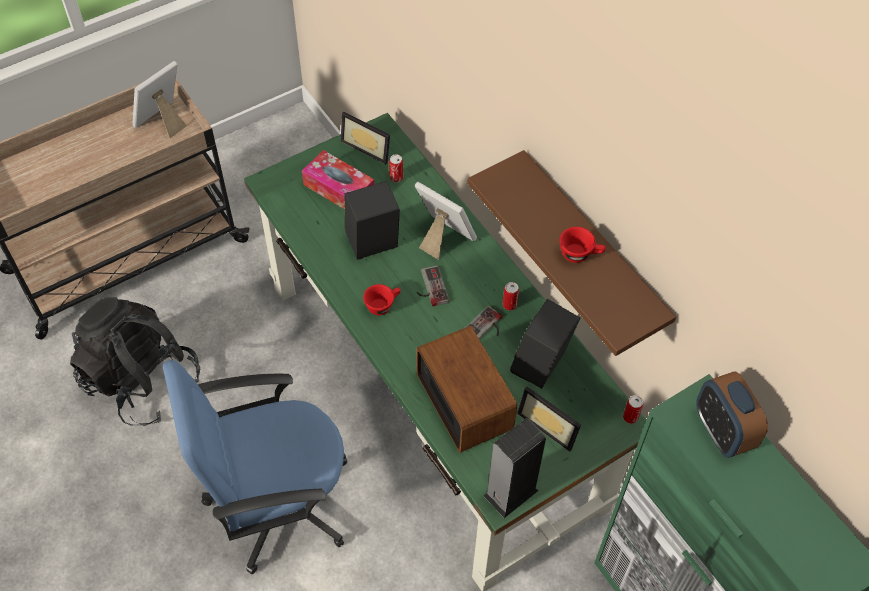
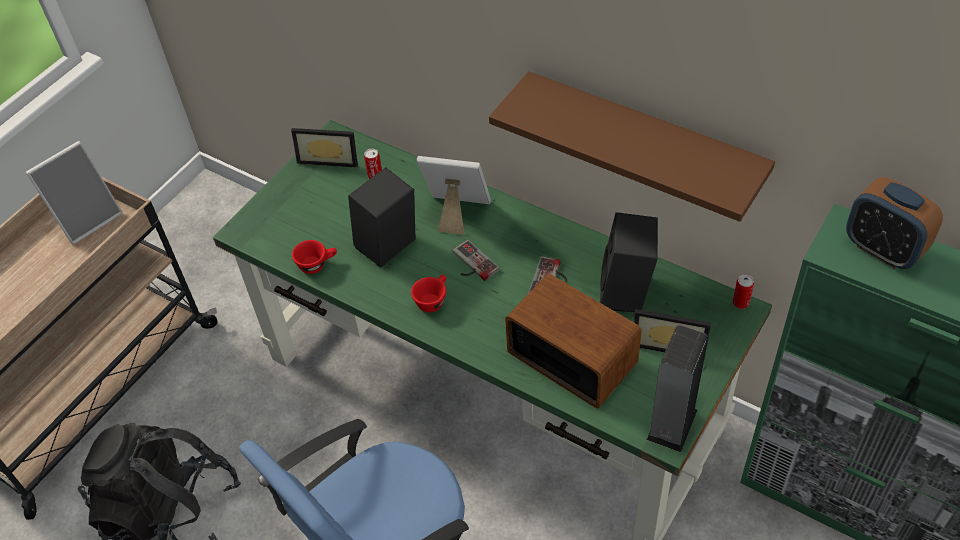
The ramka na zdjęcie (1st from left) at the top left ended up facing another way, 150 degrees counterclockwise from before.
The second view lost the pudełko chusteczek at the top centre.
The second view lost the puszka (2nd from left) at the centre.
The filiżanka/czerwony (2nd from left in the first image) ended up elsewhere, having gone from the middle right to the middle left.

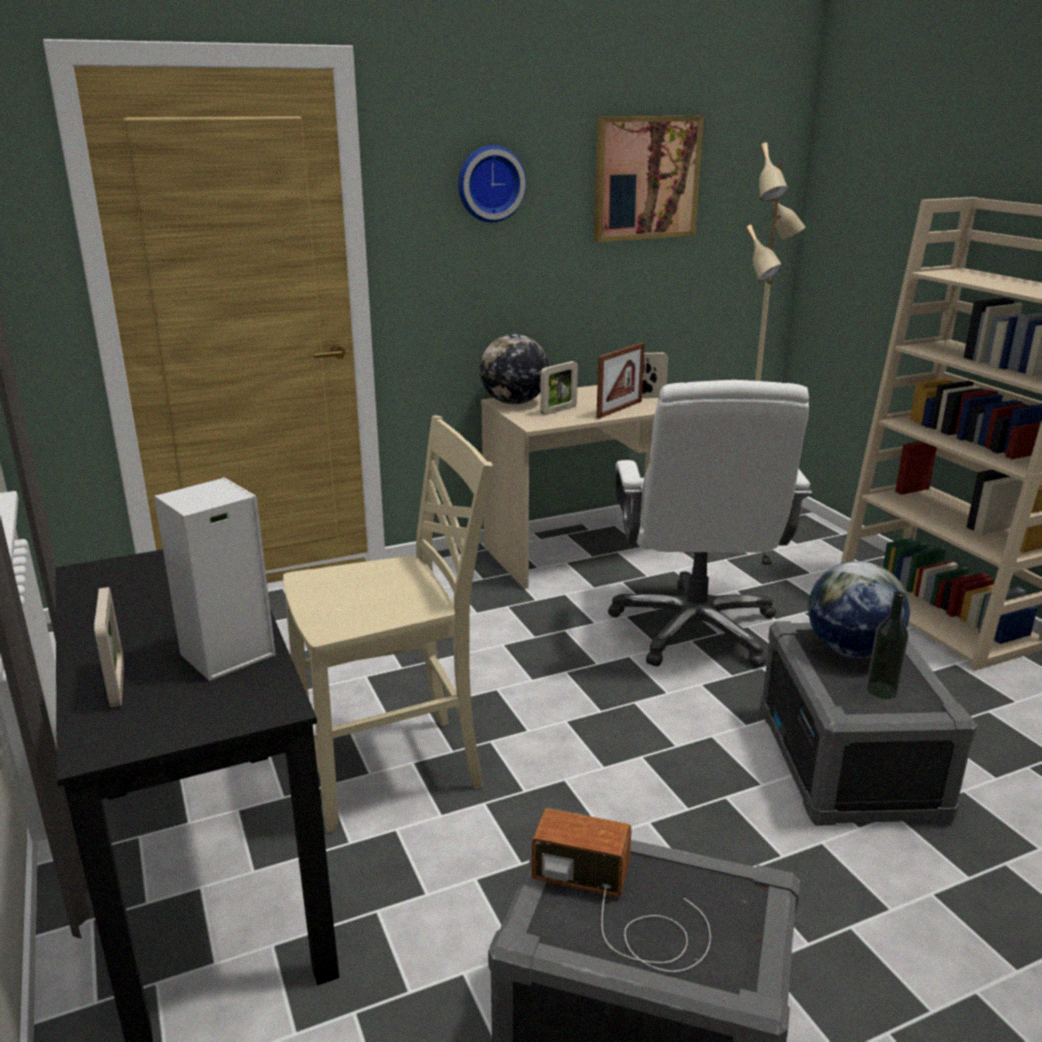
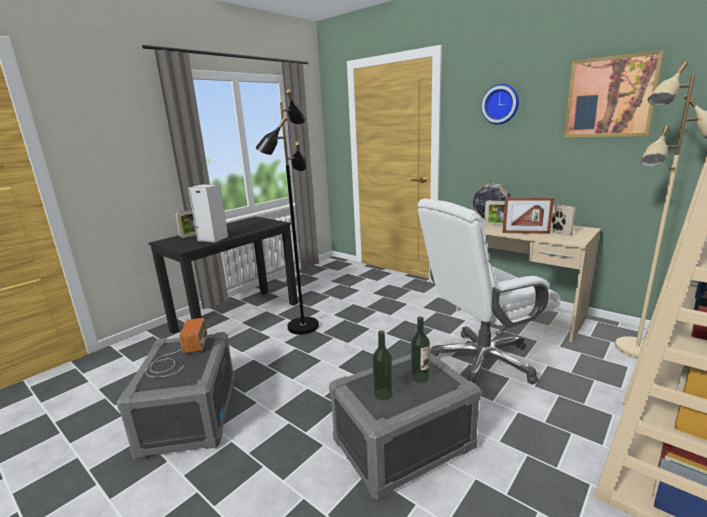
Where the krzesło/beżowy stood at the centre, the lampa stojąca/czarny came to stand at the centre.
Where the globus (2nd from left) stood at the middle right, the butelka (2nd from left) came to stand at the bottom centre.

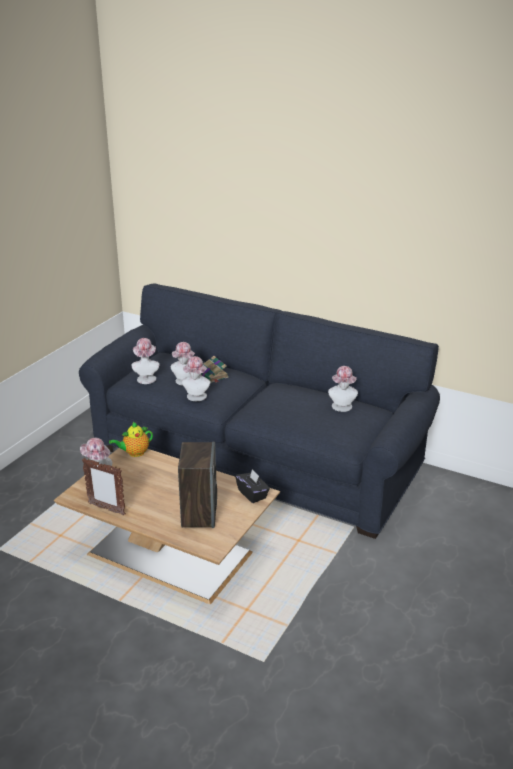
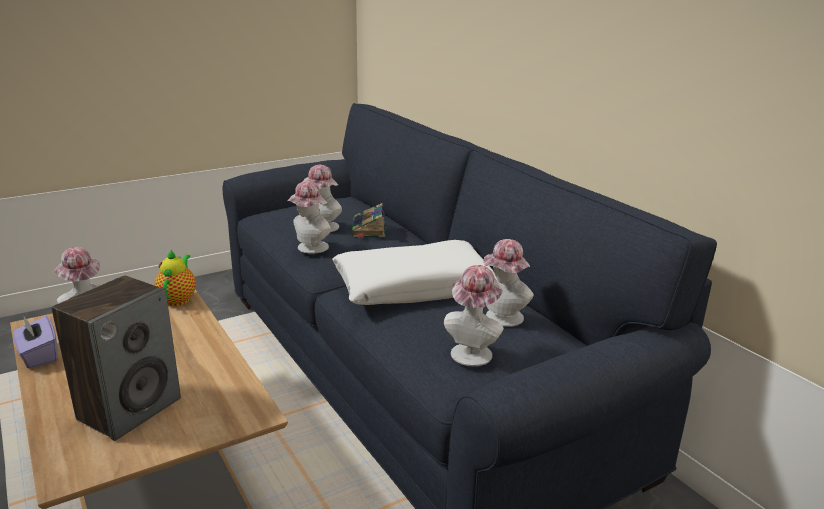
Where the ramka na zdjęcie stood at the middle left, the pudełko chusteczek/fioletowy came to stand at the bottom left.
The imbryk at the middle left ended up facing another way, 90 degrees clockwise from before.
The kapelusz (2nd from left in the first image) ended up elsewhere, having gone from the middle left to the centre.
The second view lost the pudełko chusteczek/czarny at the centre.
The second view gained the poduszka/biały at the centre.

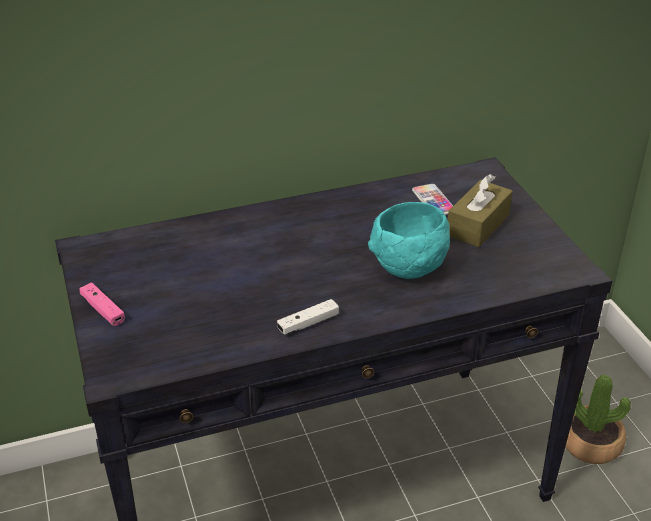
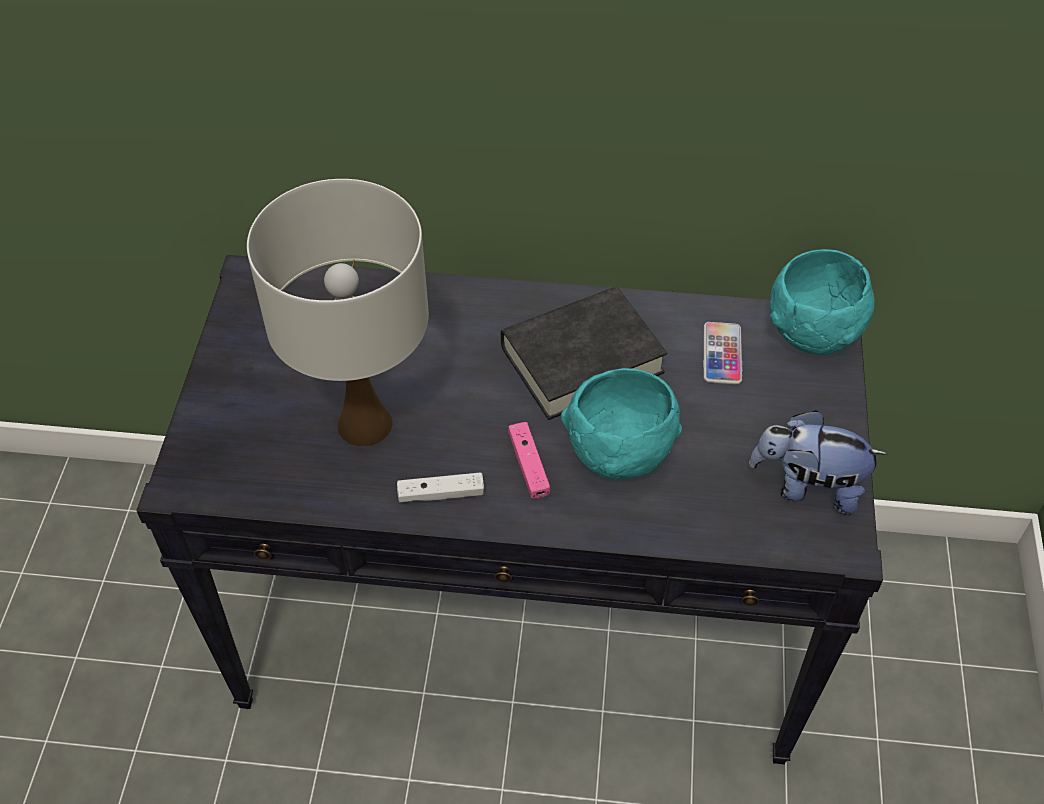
The pad do gier/różowy ended up elsewhere, having gone from the middle left to the centre.
The second view lost the pudełko chusteczek/brązowy at the middle right.
The second view lost the roślina doniczkowa at the bottom right.
The second view gained the lampa stołowa/biały at the middle left.
The second view gained the książka/czarny at the centre.
The second view gained the pluszak at the middle right.
The second view gained the miska/turkusowy (2nd from left) at the middle right.

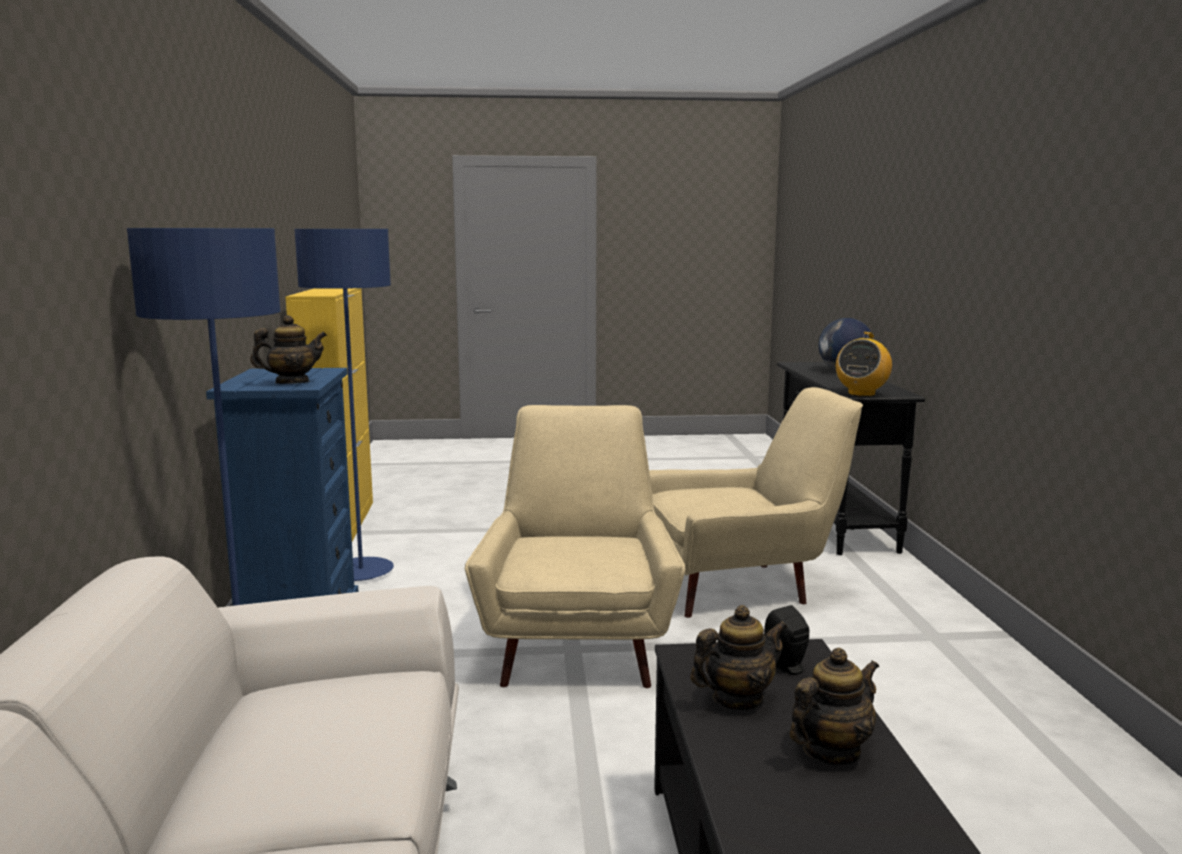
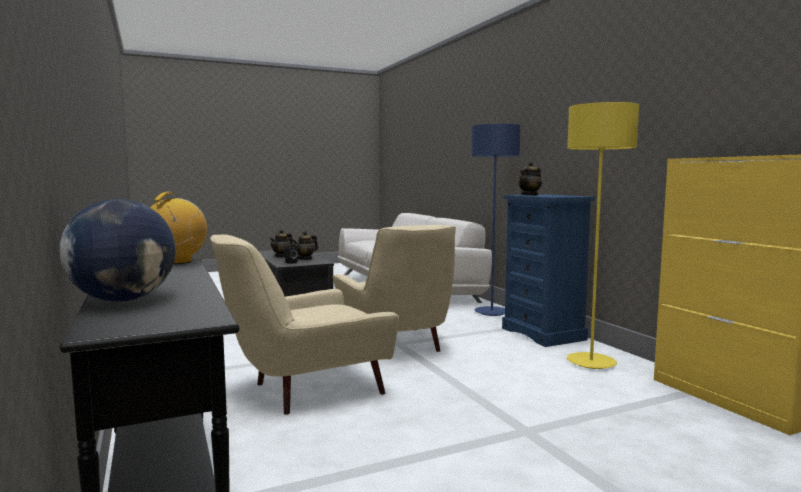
What was the lampa stojąca/niebieski (2nd from left) at the middle left turned into the lampa stojąca/żółty at the middle right.

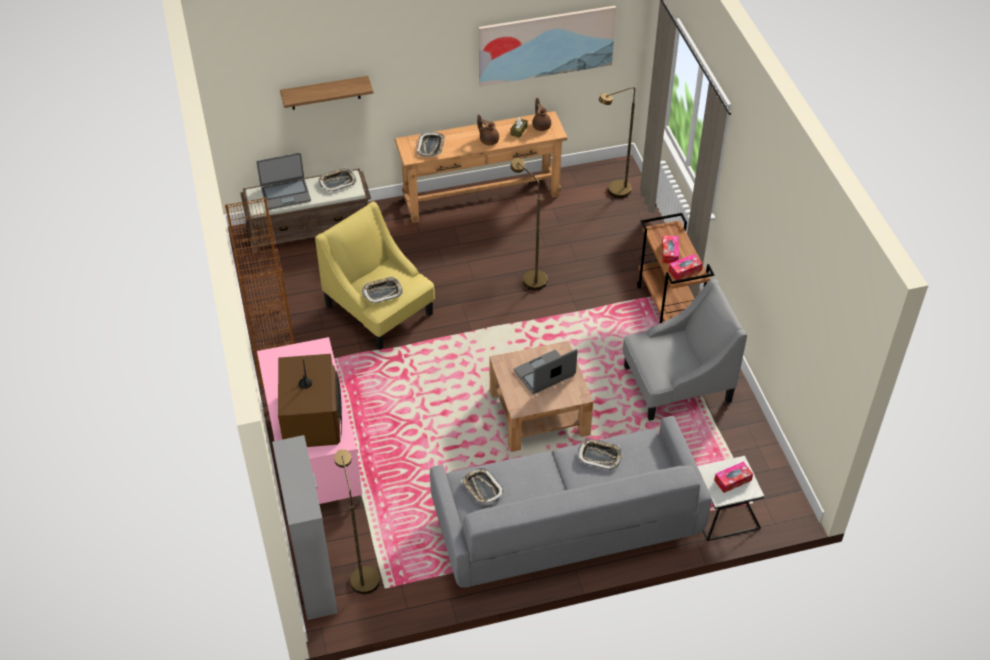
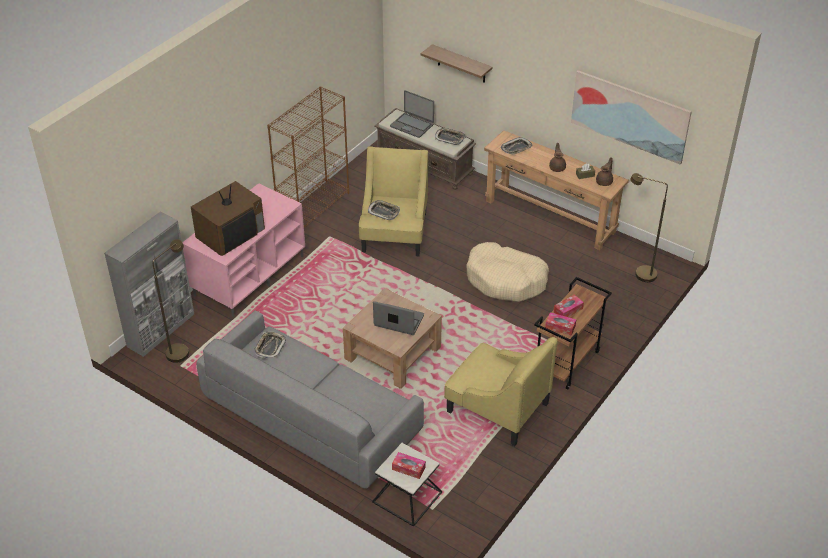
Where the lampa stojąca/brązowy (2nd from left) stood at the centre, the legowisko/beżowy came to stand at the centre.
The second view lost the taca (5th from left) at the bottom centre.
What was the fotel/szary at the middle right turned into the fotel/żółty (2nd from left) at the bottom centre.

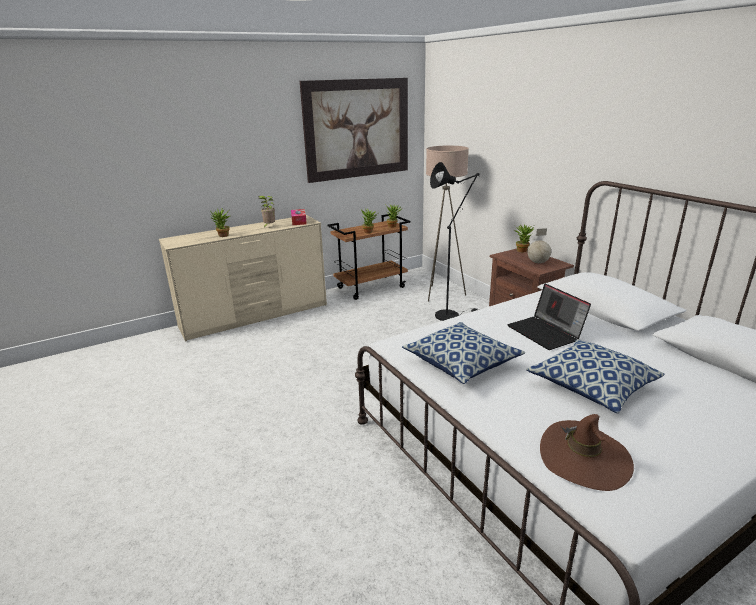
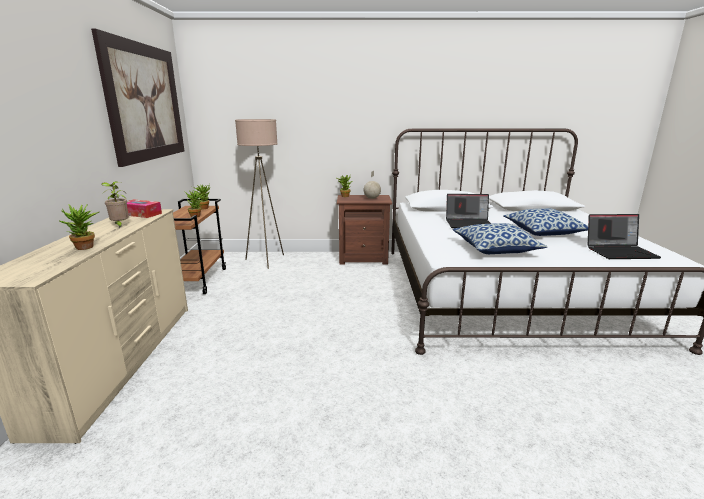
The second view lost the lampa stojąca/czarny at the centre.
Where the kapelusz/brązowy stood at the bottom right, the laptop (2nd from left) came to stand at the middle right.

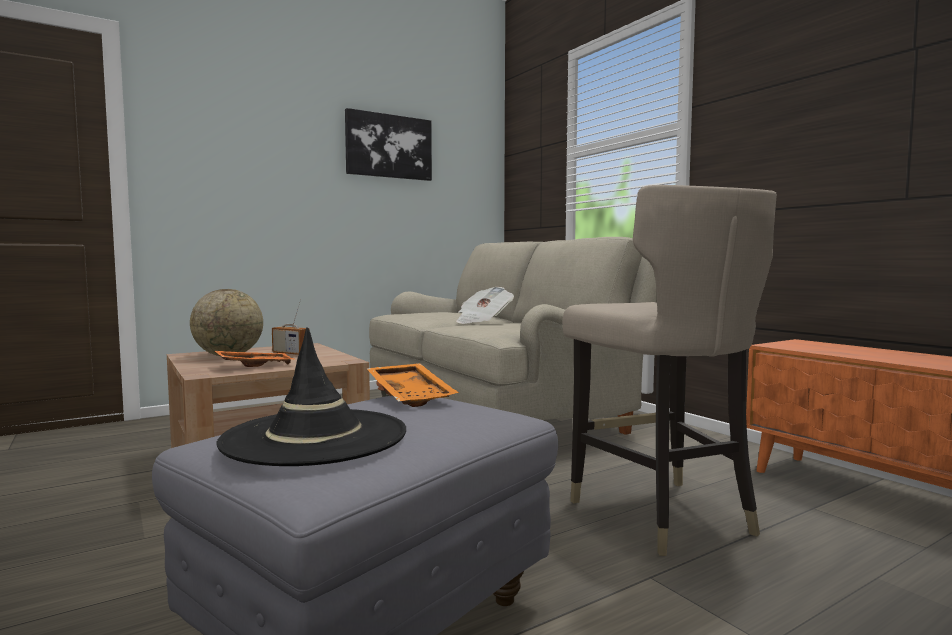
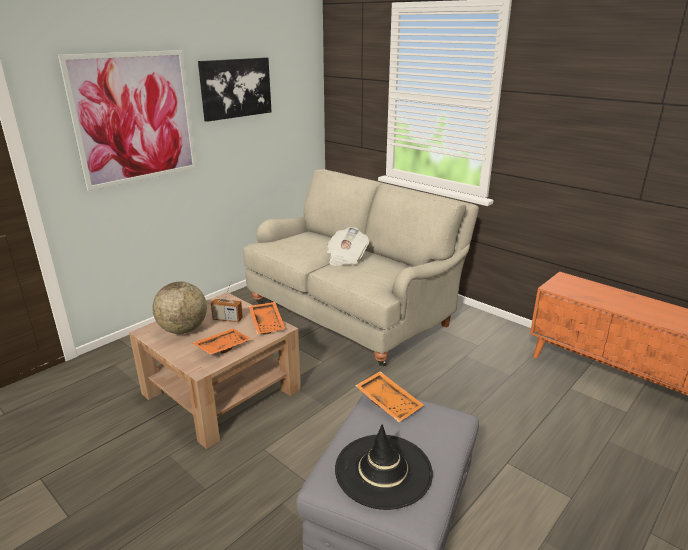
The second view lost the stołek/beżowy at the middle right.
The second view gained the obraz (1st from left) at the top left.
The second view gained the taca/pomarańczowy (2nd from left) at the centre.

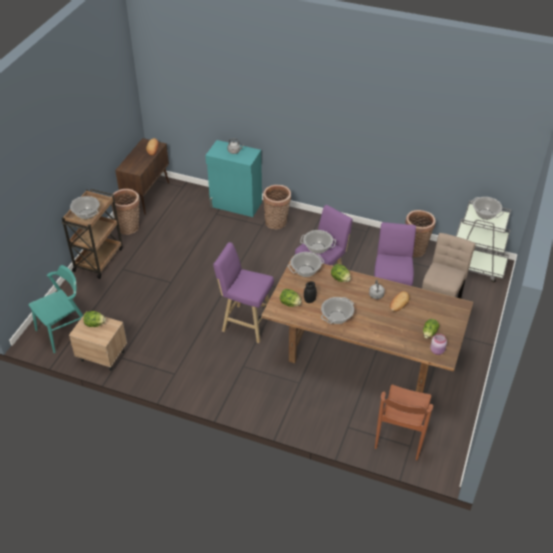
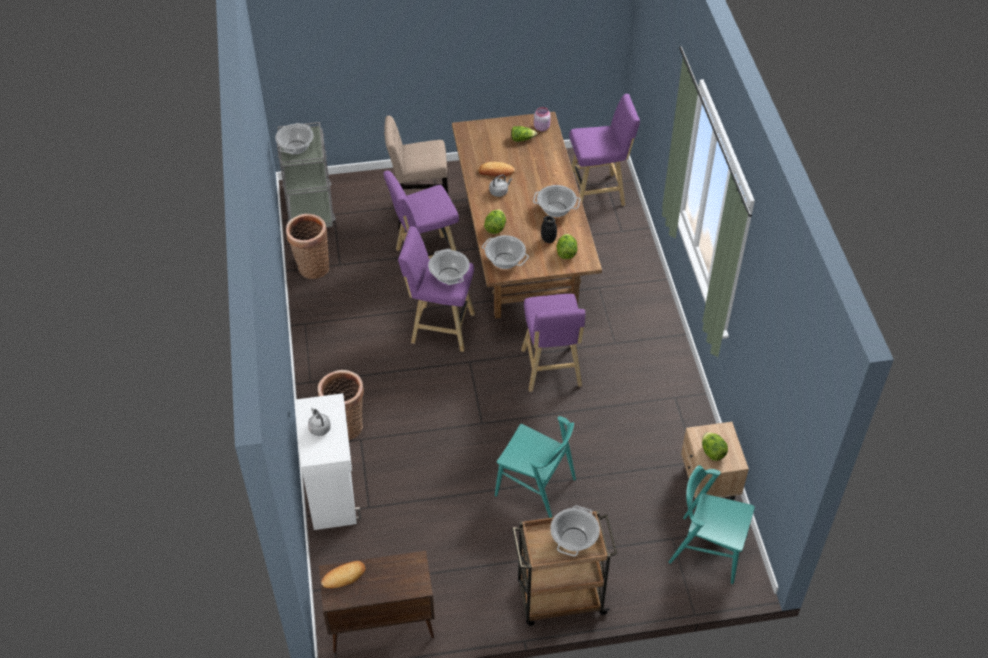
The second view lost the koszyk (1st from left) at the middle left.
What was the szafka/turkusowy at the top centre turned into the szafka/biały at the bottom left.
Where the krzesło/brązowy stood at the bottom right, the stołek/fioletowy (4th from left) came to stand at the top centre.
The second view gained the krzesło/turkusowy (1st from left) at the bottom centre.

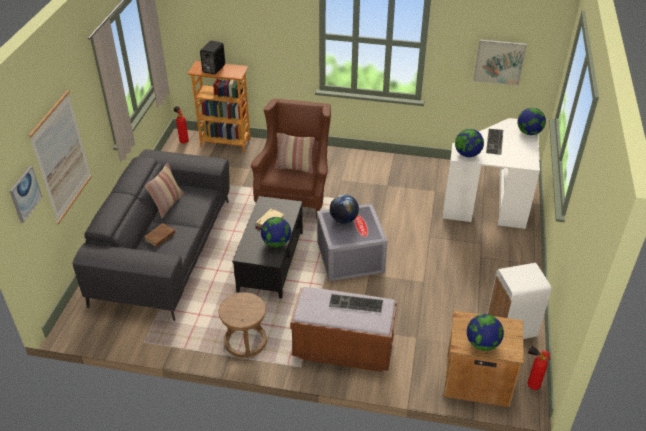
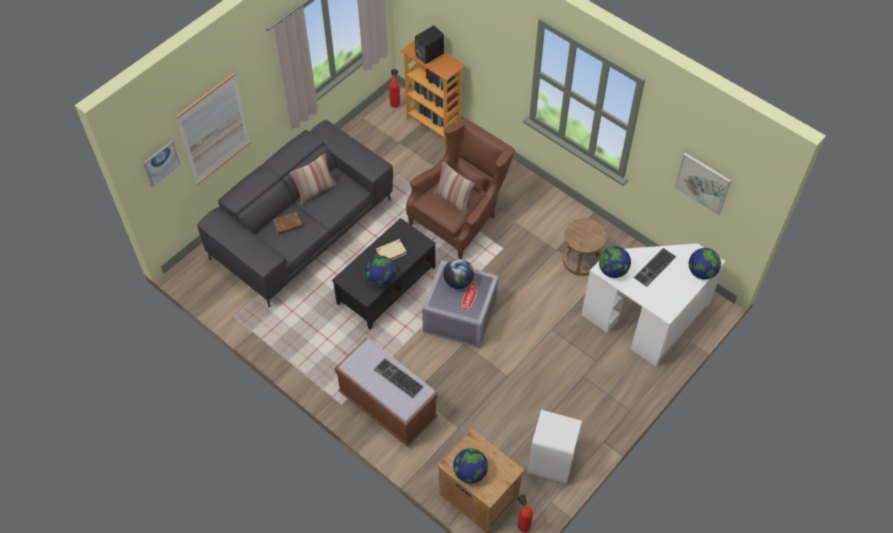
The stołek/brązowy ended up elsewhere, having gone from the bottom centre to the centre.

